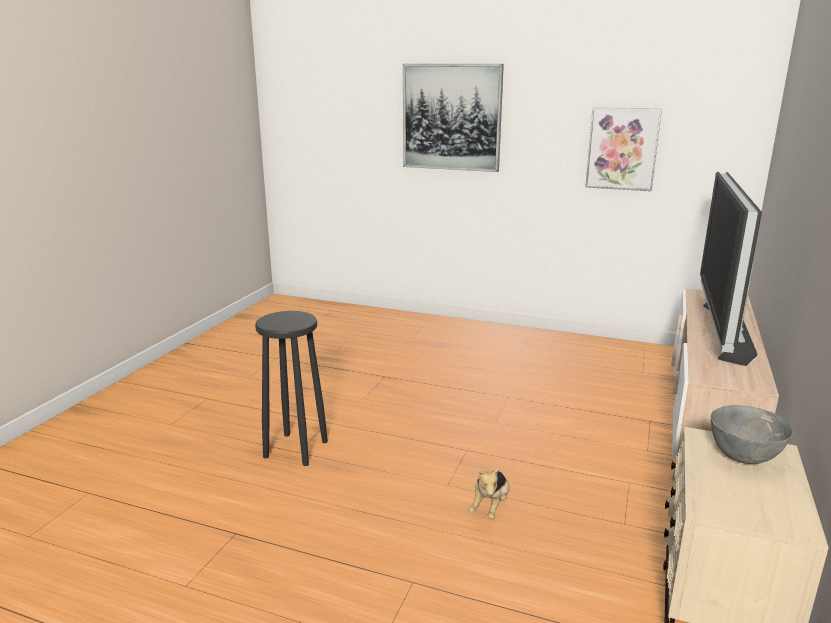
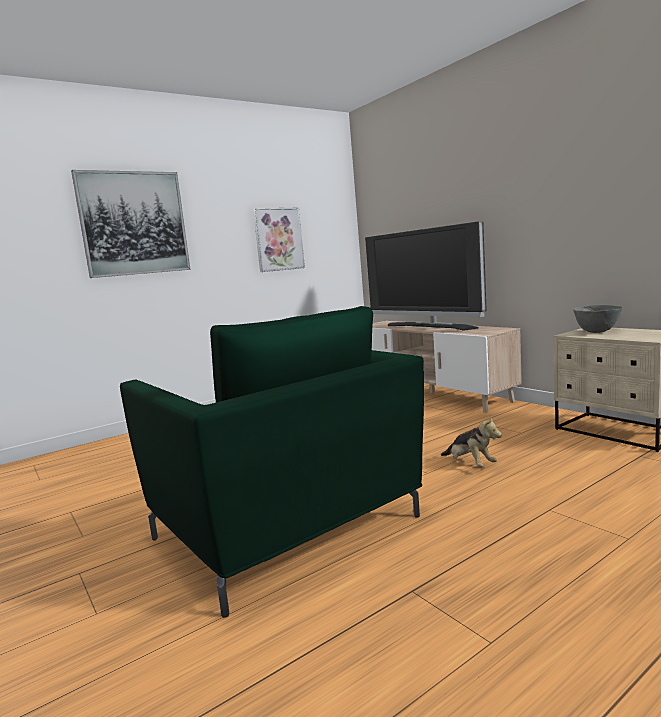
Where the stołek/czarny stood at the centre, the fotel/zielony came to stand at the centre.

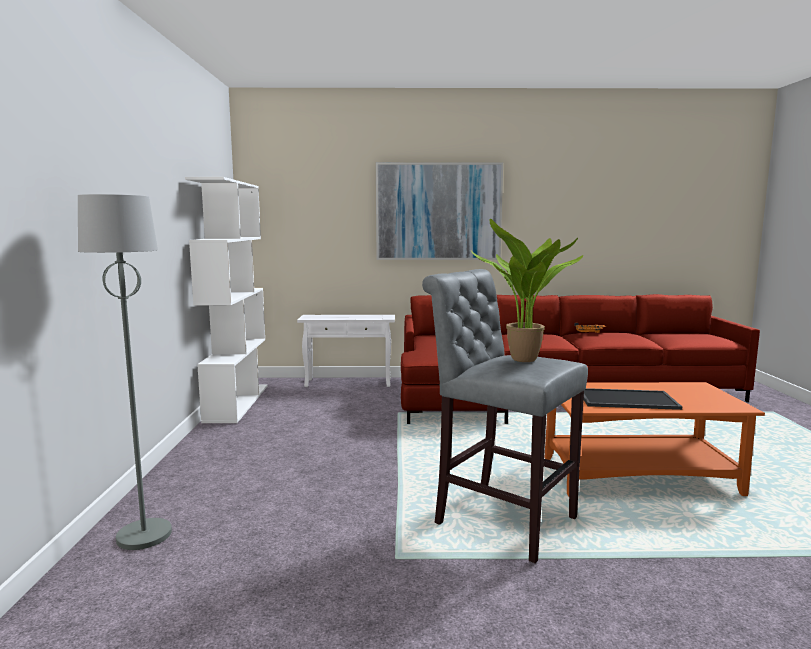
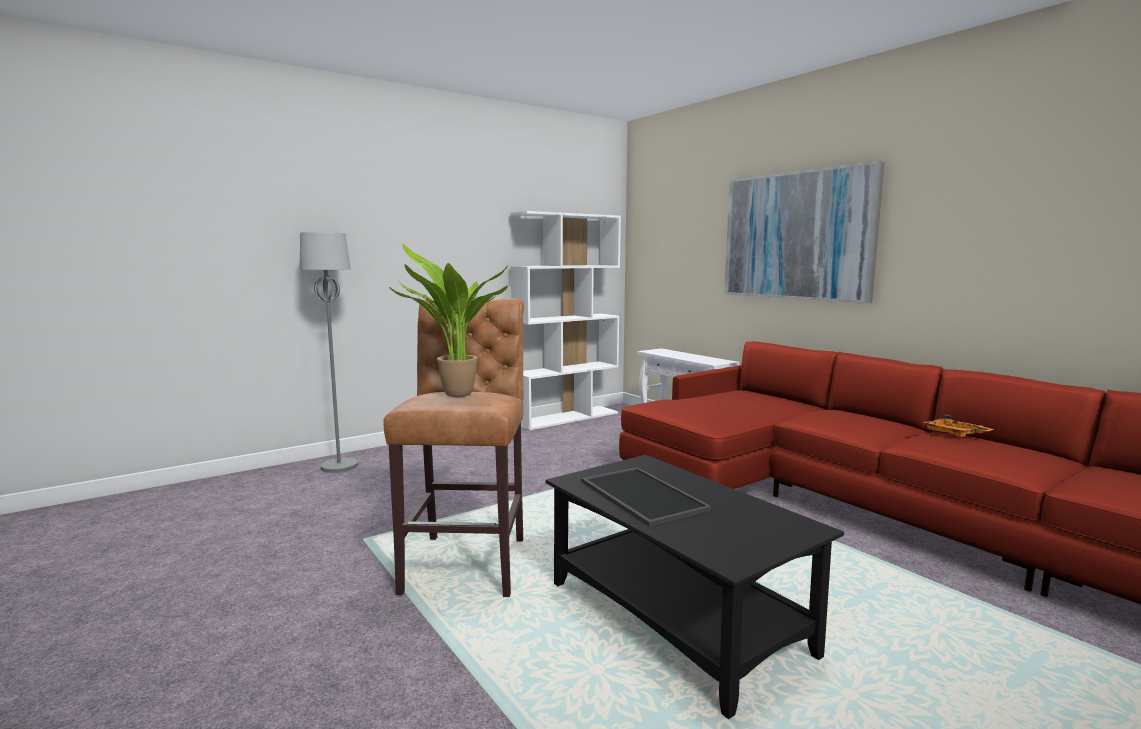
What was the stołek/szary at the centre turned into the stołek/brązowy at the centre.
What was the ława/pomarańczowy at the bottom right turned into the ława/czarny at the bottom centre.

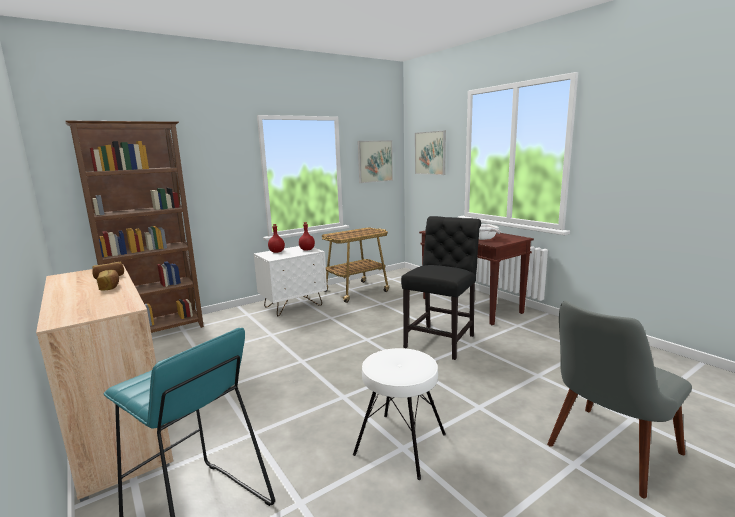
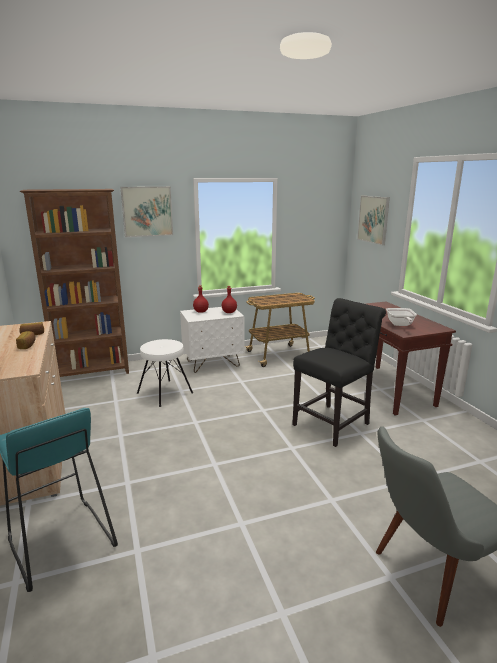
The stołek/biały ended up elsewhere, having gone from the bottom centre to the middle left.
The obraz (1st from left) ended up elsewhere, having gone from the top centre to the top left.

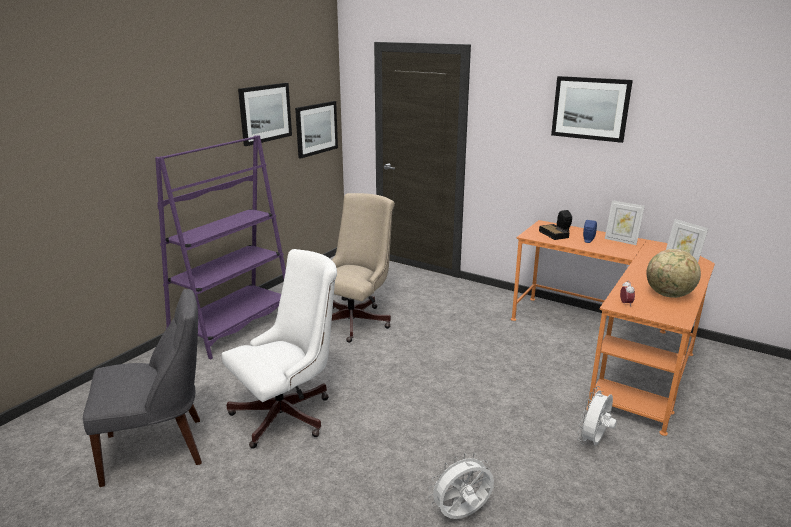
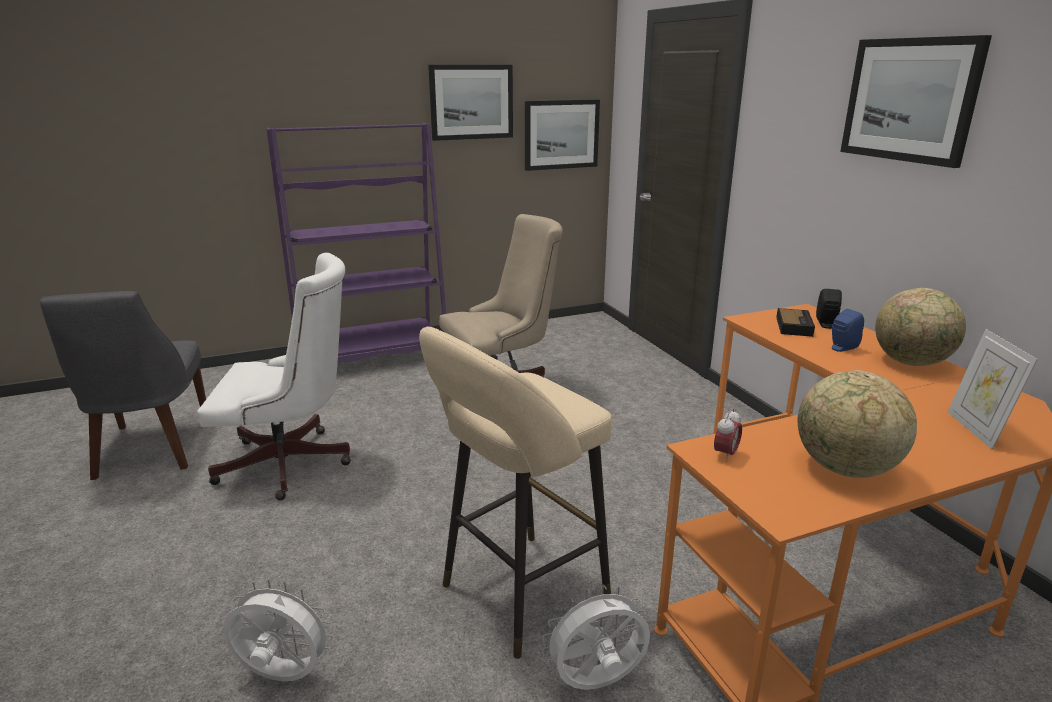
The krzesło/szary at the bottom left ended up facing another way, 60 degrees clockwise from before.
Where the ramka na zdjęcie (1st from left) stood at the middle right, the globus (2nd from left) came to stand at the middle right.
The second view gained the stołek/beżowy at the bottom centre.

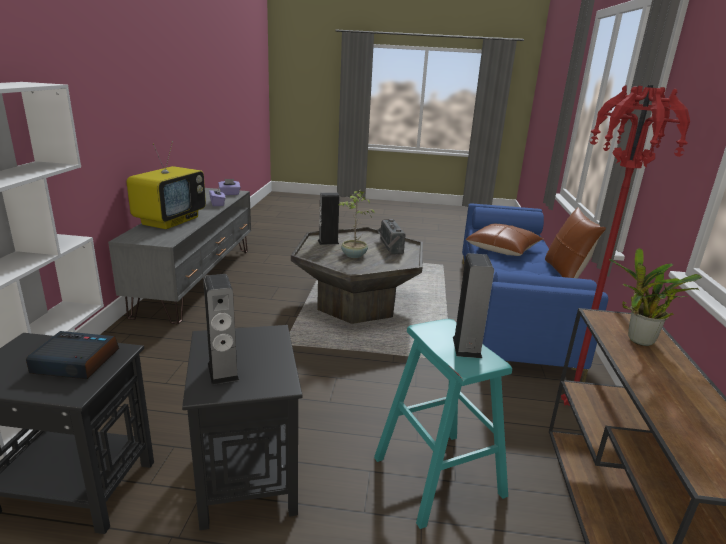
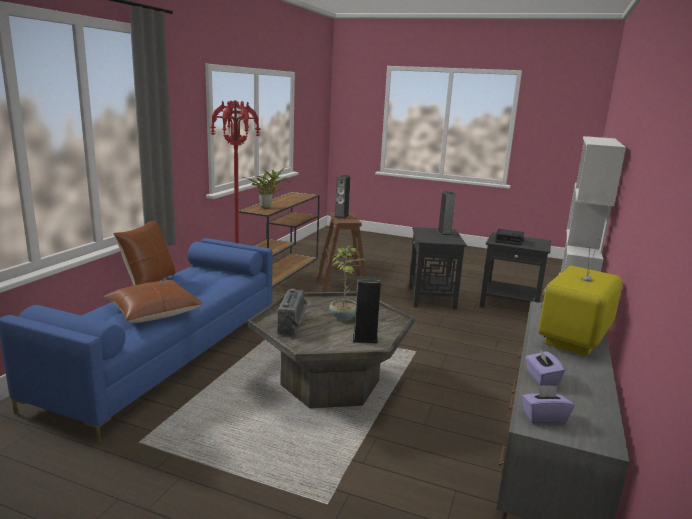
What was the stołek/turkusowy at the bottom centre turned into the stołek/brązowy at the centre.

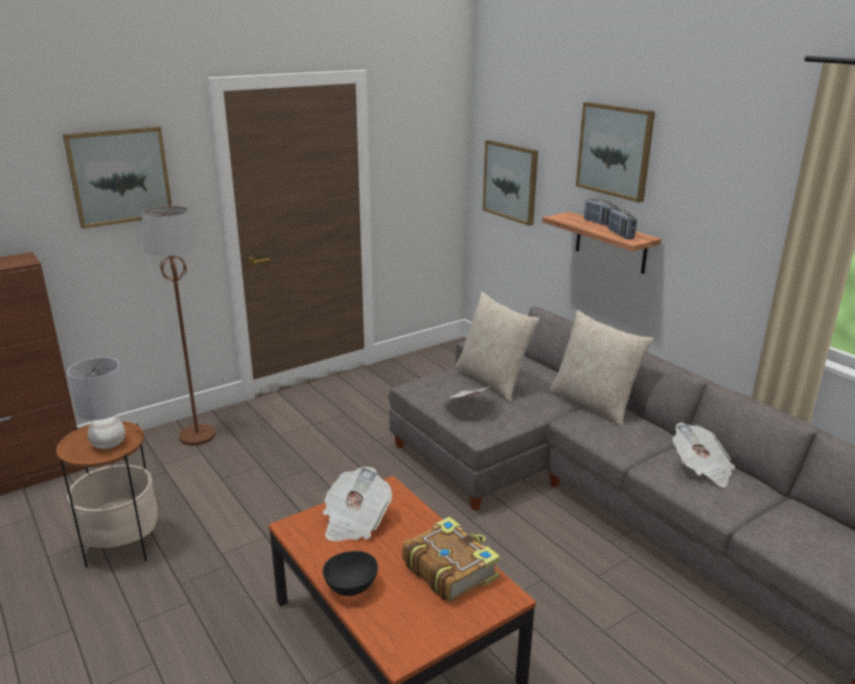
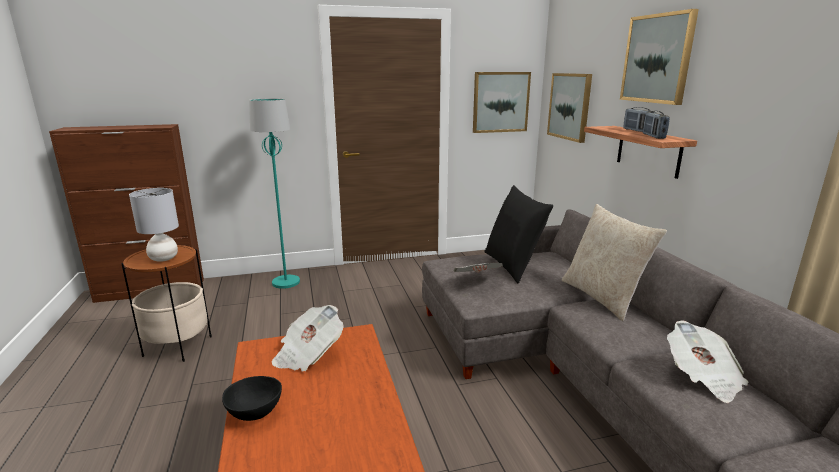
The obraz (1st from left) ended up elsewhere, having gone from the top left to the top centre.
What was the lampa stojąca/brązowy at the middle left turned into the lampa stojąca/turkusowy at the middle left.
The second view lost the książka at the bottom centre.
What was the poduszka/beżowy (1st from left) at the centre turned into the poduszka/czarny at the centre.

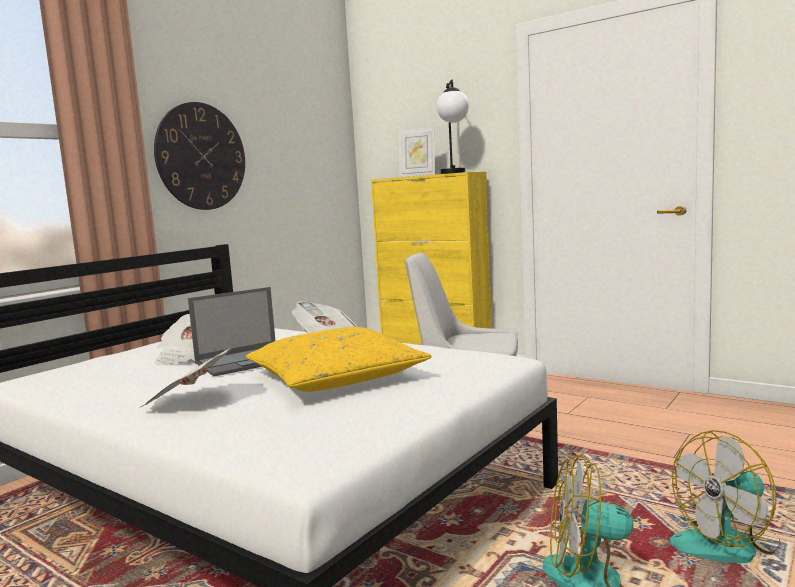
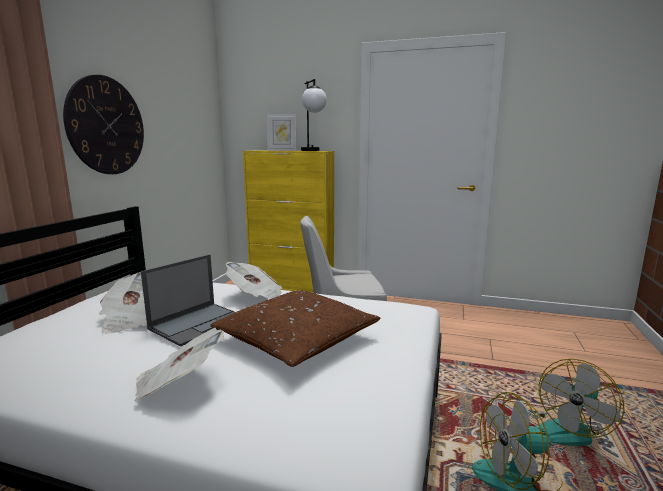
What was the poduszka/żółty at the centre turned into the poduszka/brązowy at the bottom centre.

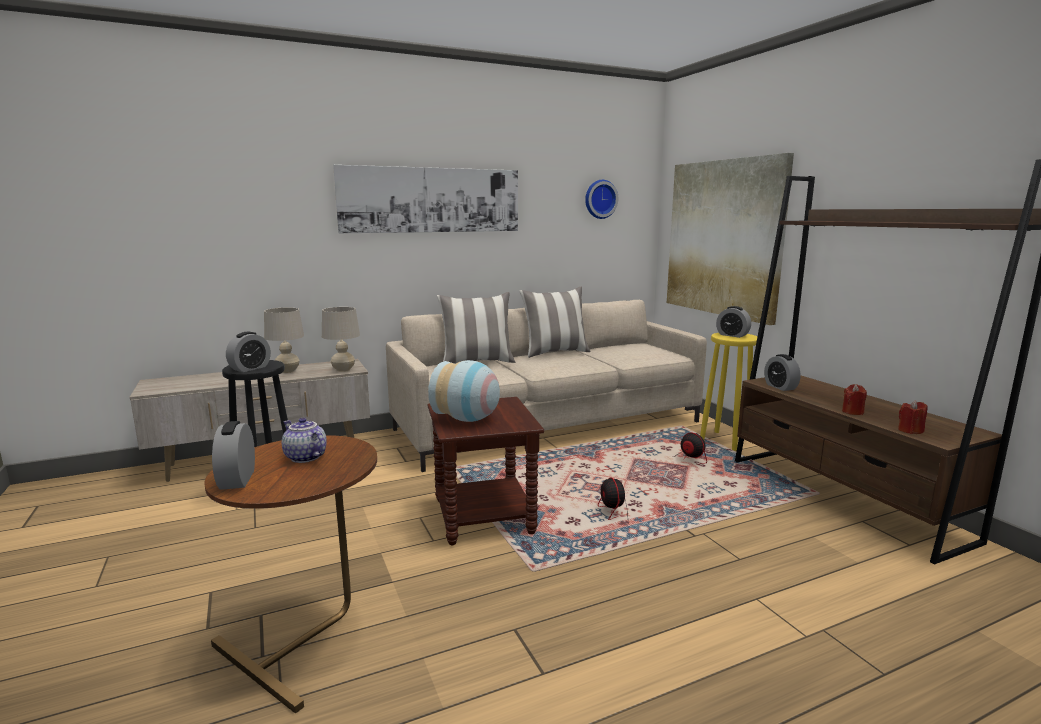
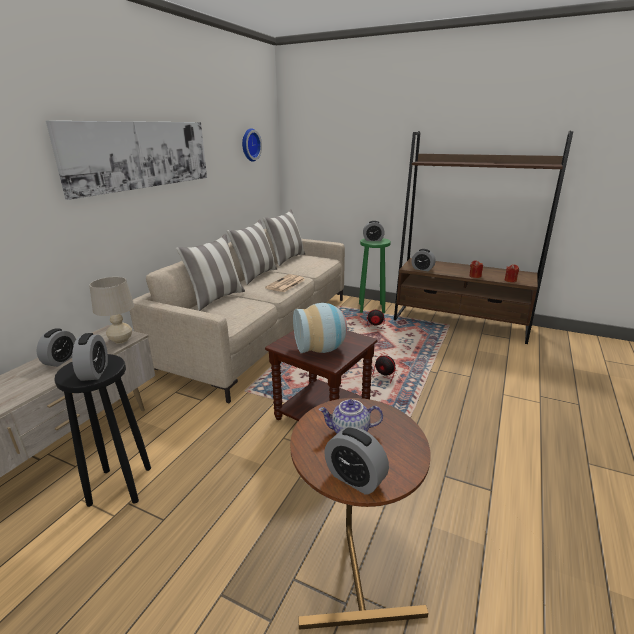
Where the lampa stołowa/beżowy (1st from left) stood at the middle left, the budzik (1st from left) came to stand at the middle left.
The second view lost the obraz (2nd from left) at the top right.
What was the stołek/żółty at the middle right turned into the stołek/zielony at the centre.
The second view gained the poduszka (3rd from left) at the centre.
The second view gained the gazeta at the centre.

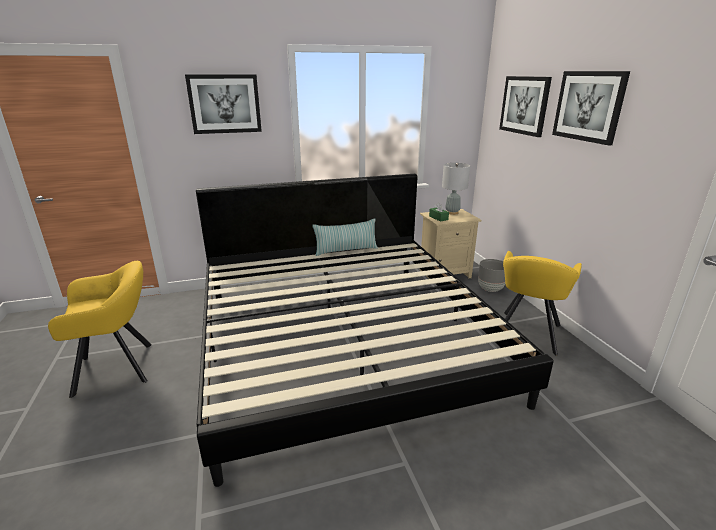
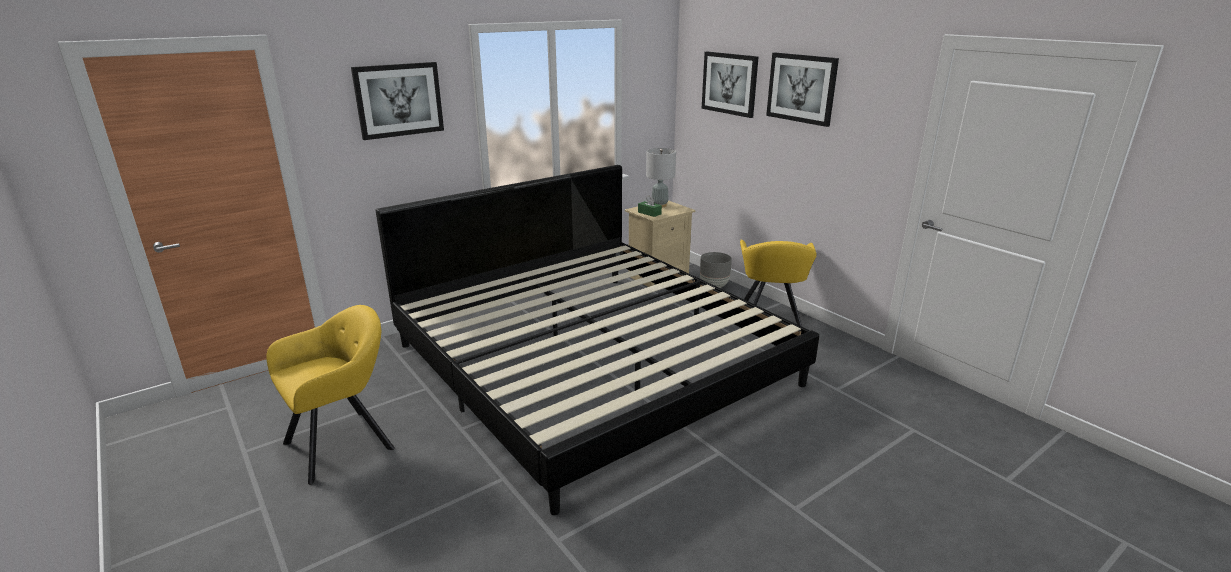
The second view lost the poduszka at the centre.

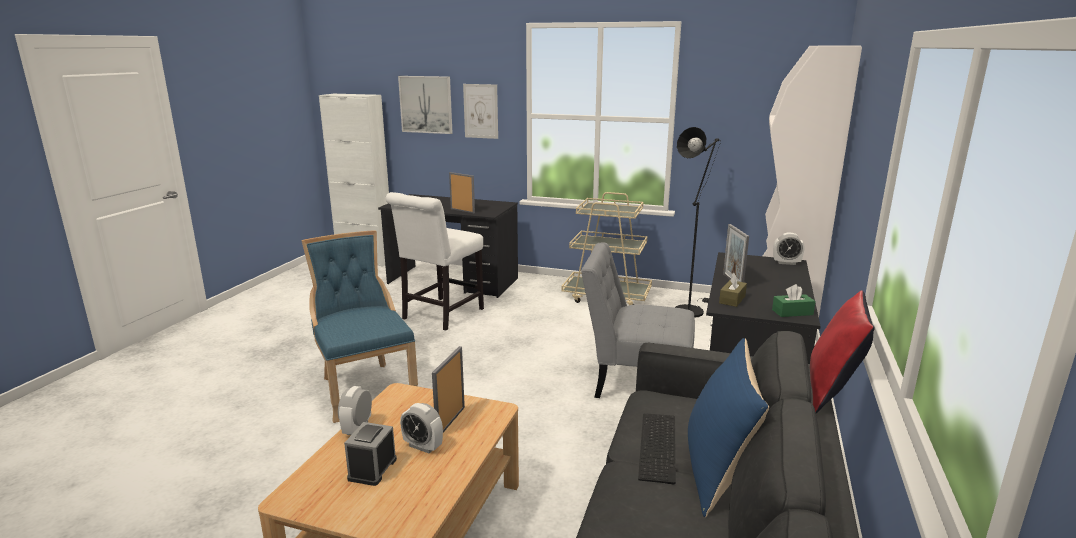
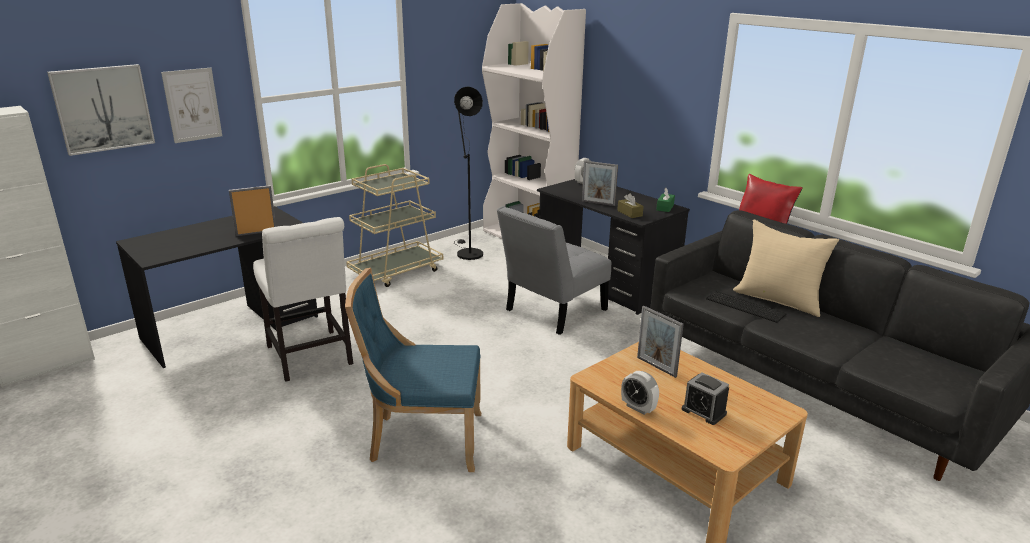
The second view lost the budzik (3rd from left) at the bottom centre.
What was the poduszka/niebieski at the bottom right turned into the poduszka/beżowy at the middle right.

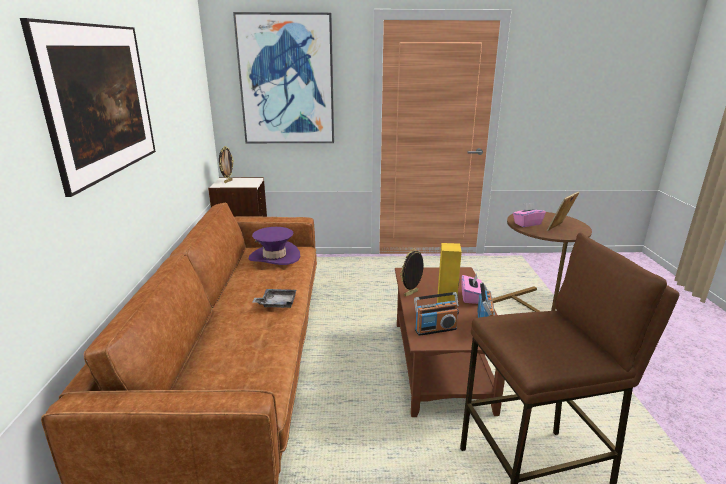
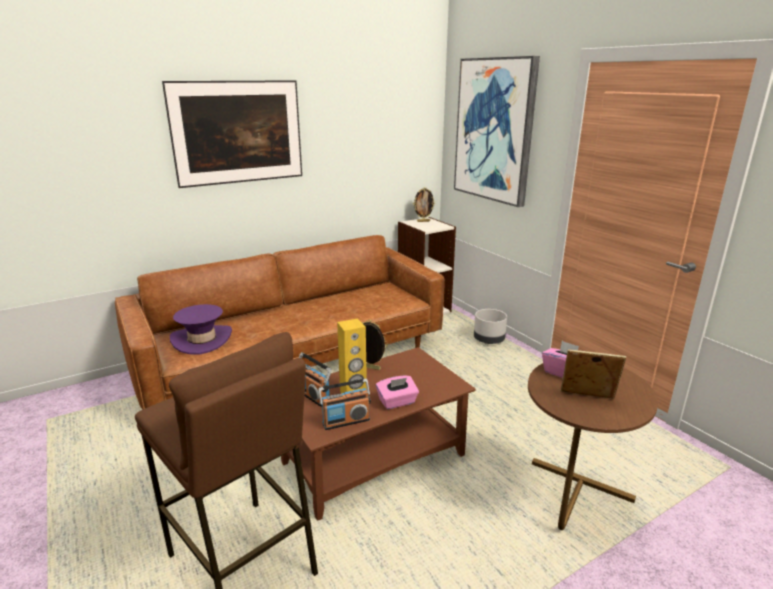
The kapelusz/fioletowy ended up elsewhere, having gone from the centre to the middle left.
The second view lost the taca/szary at the centre.
The second view gained the donica/szary at the centre.

